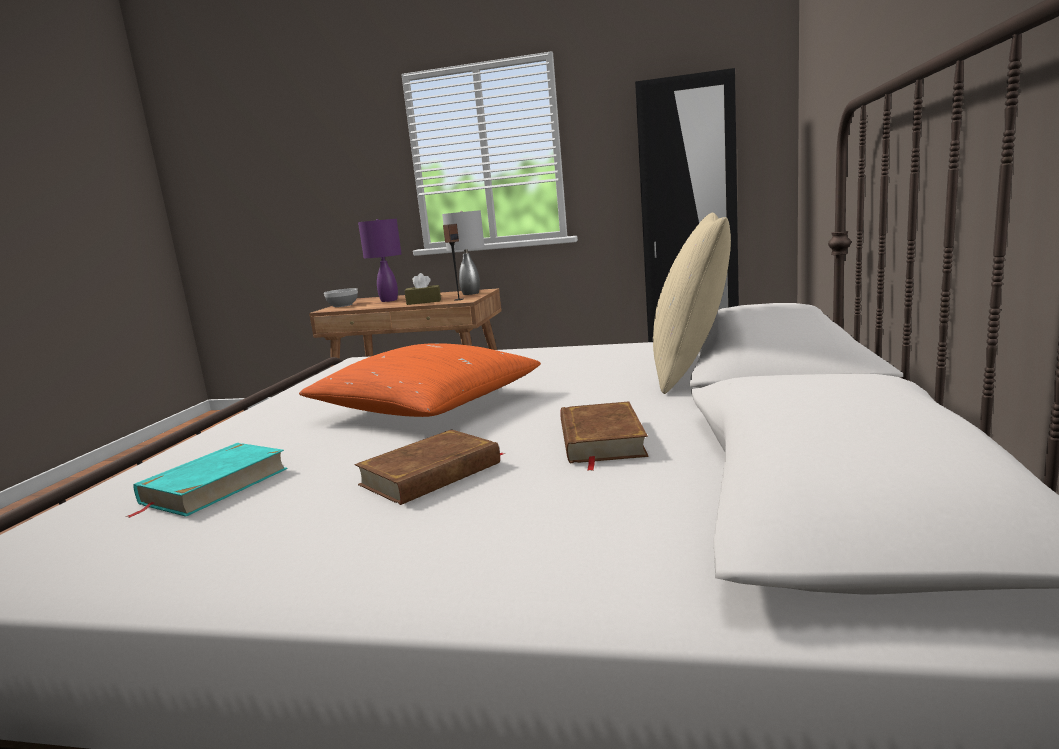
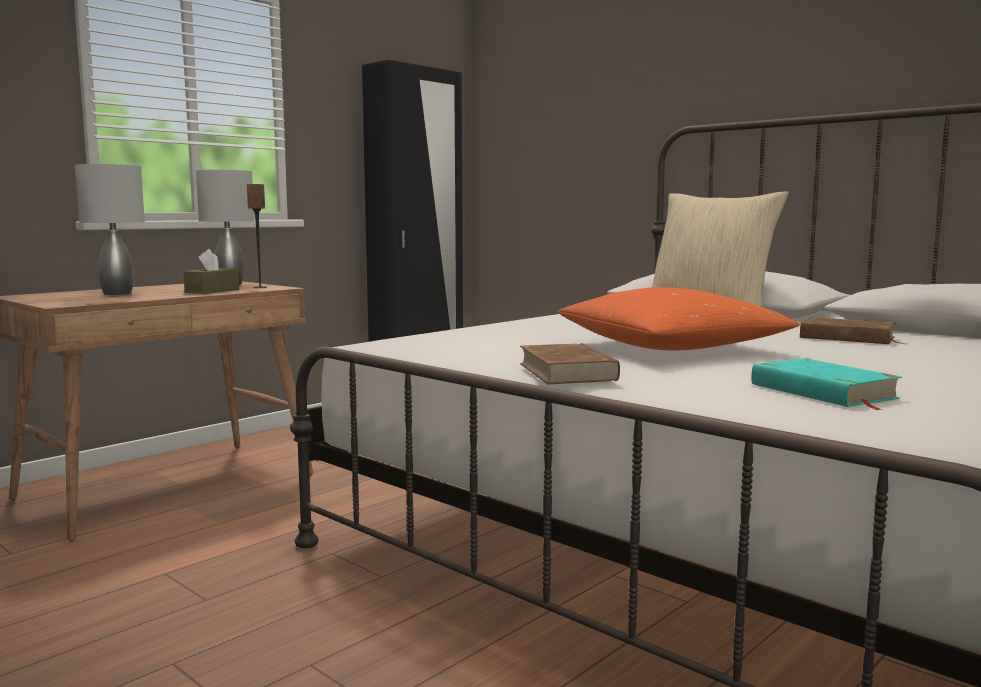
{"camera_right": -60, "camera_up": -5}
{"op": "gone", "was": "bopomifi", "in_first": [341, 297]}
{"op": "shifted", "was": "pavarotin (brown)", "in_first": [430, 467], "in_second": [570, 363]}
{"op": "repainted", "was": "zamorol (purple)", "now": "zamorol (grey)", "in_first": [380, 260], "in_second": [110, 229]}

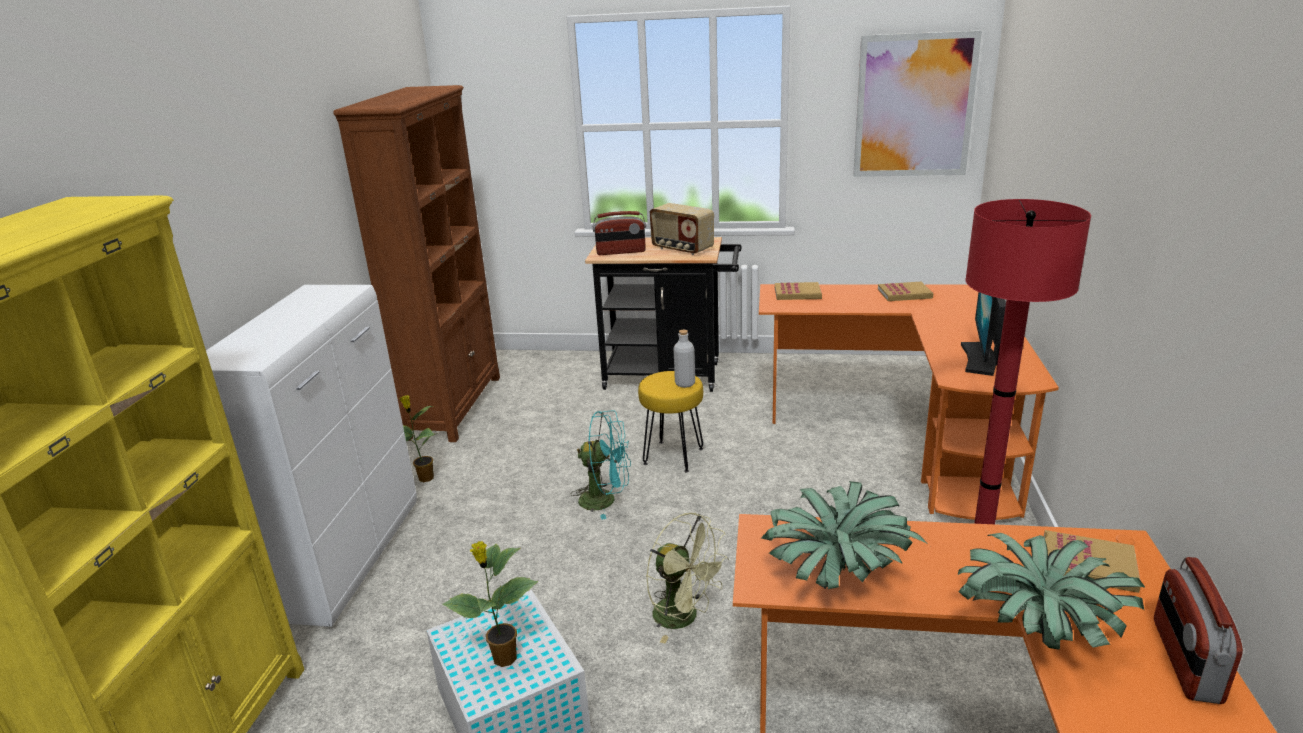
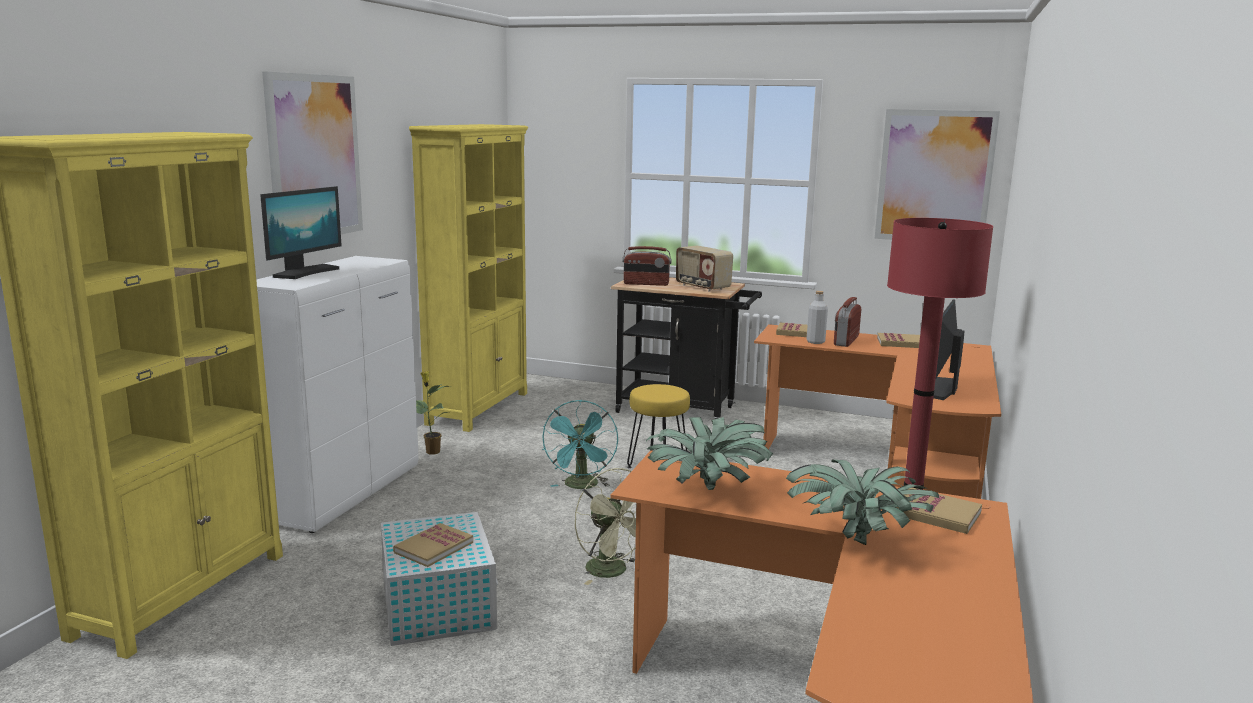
{"camera_right": 10, "camera_up": -10}
{"op": "repainted", "was": "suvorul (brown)", "now": "suvorul (yellow)", "in_first": [417, 263], "in_second": [468, 278]}
{"op": "swapped", "was": "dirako", "now": "pavarotin", "in_first": [490, 604], "in_second": [433, 545]}
{"op": "rotated", "was": "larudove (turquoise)", "in_first": [600, 465], "in_second": [580, 444], "clockwise": 75}
{"op": "shifted", "was": "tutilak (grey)", "in_first": [684, 359], "in_second": [817, 317]}
{"op": "shifted", "was": "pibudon", "in_first": [1198, 630], "in_second": [847, 322]}
{"op": "new", "now": "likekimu", "in_second": [301, 232]}
{"op": "new", "now": "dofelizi", "in_second": [312, 153]}

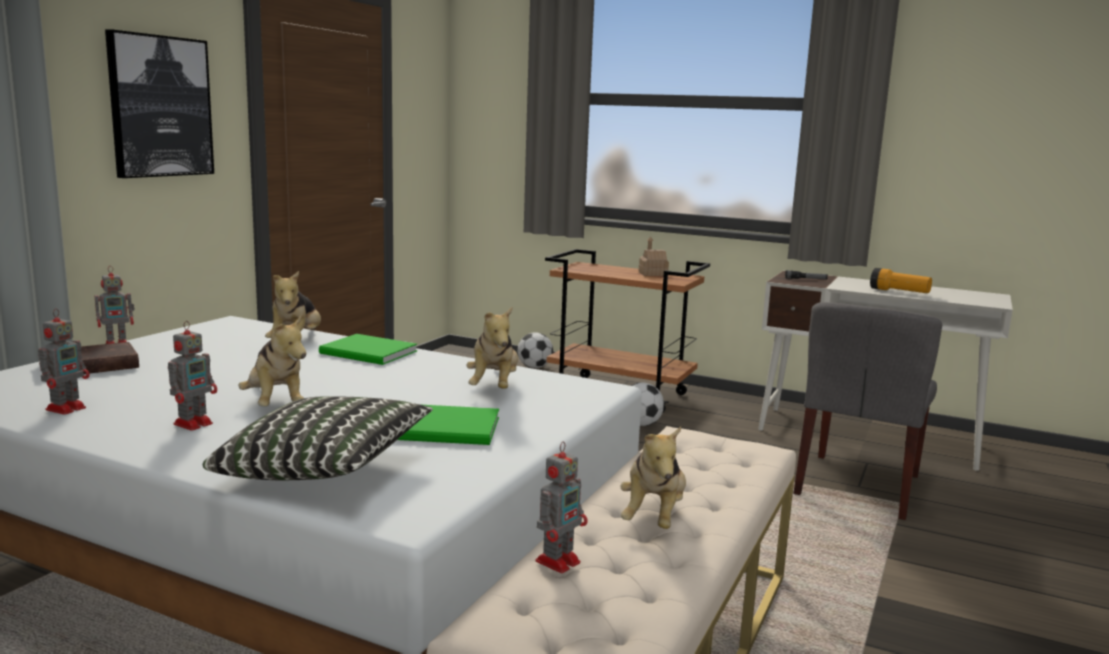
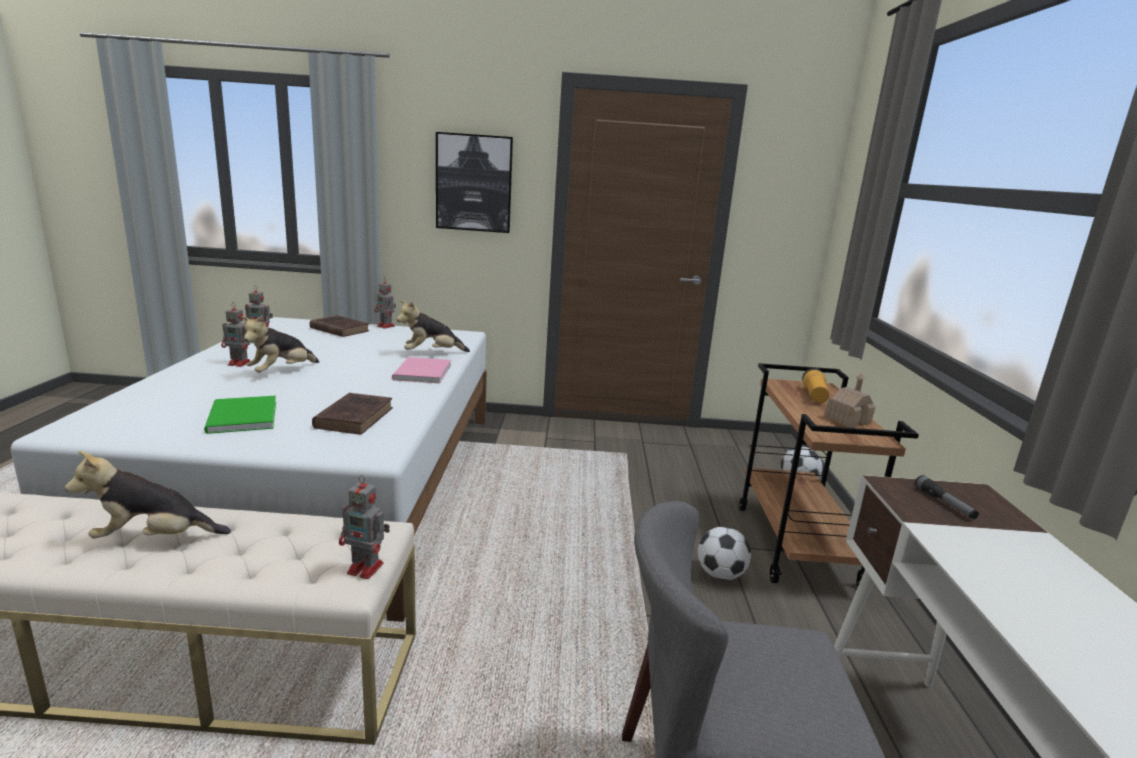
{"camera_right": 65, "camera_up": 5}
{"op": "gone", "was": "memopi", "in_first": [318, 438]}
{"op": "repainted", "was": "pavarotin (green)", "now": "pavarotin (pink)", "in_first": [368, 349], "in_second": [421, 370]}
{"op": "swapped", "was": "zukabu", "now": "pavarotin (brown)", "in_first": [492, 348], "in_second": [352, 414]}
{"op": "shifted", "was": "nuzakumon", "in_first": [561, 507], "in_second": [364, 527]}
{"op": "shifted", "was": "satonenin", "in_first": [901, 280], "in_second": [815, 385]}

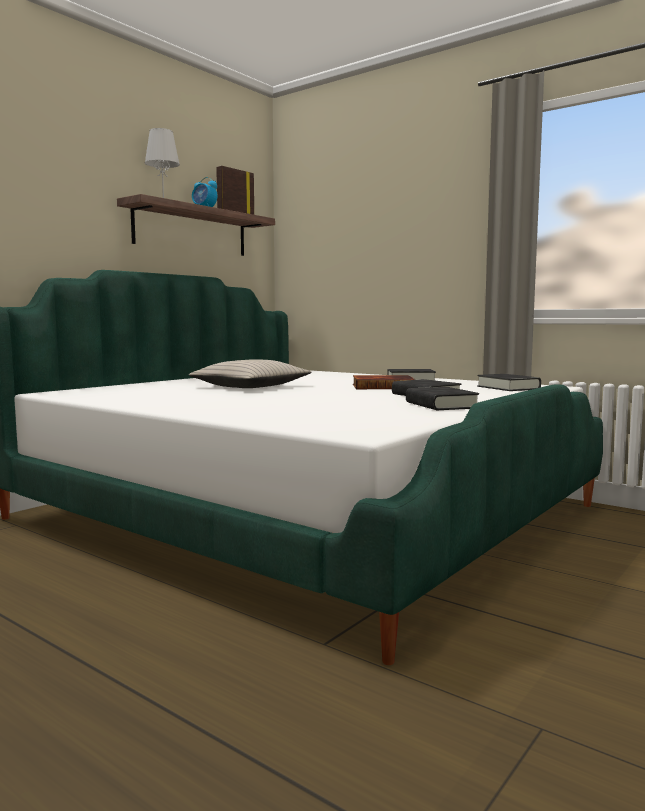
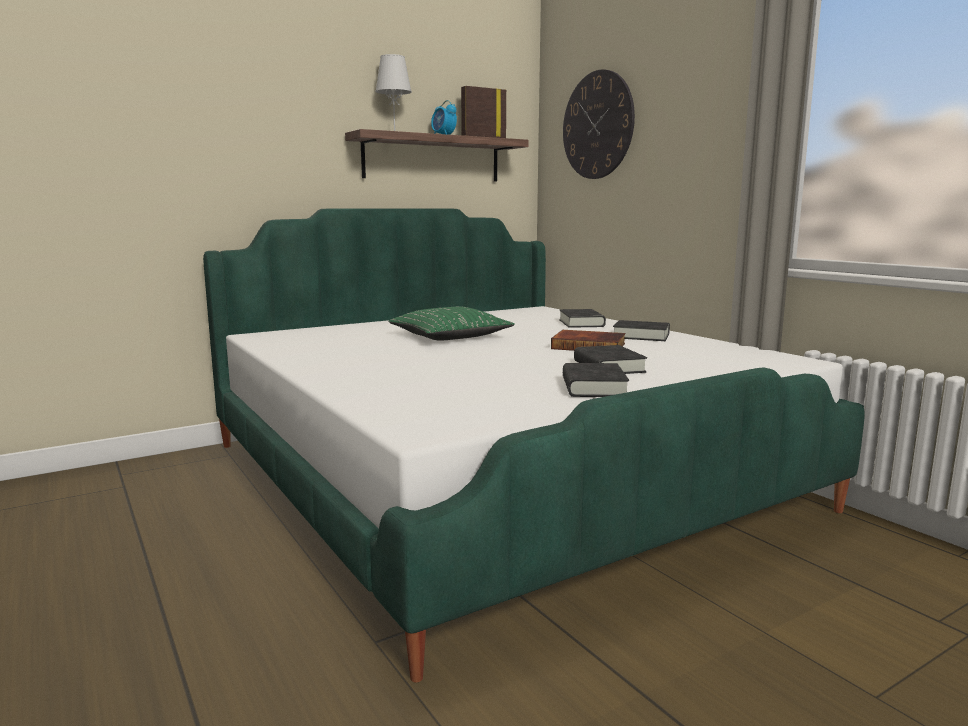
{"camera_right": 20, "camera_up": 5}
{"op": "repainted", "was": "memopi (beige)", "now": "memopi (green)", "in_first": [250, 373], "in_second": [452, 324]}
{"op": "shifted", "was": "pavarotin (black)", "in_first": [509, 382], "in_second": [582, 318]}
{"op": "new", "now": "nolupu", "in_second": [599, 124]}

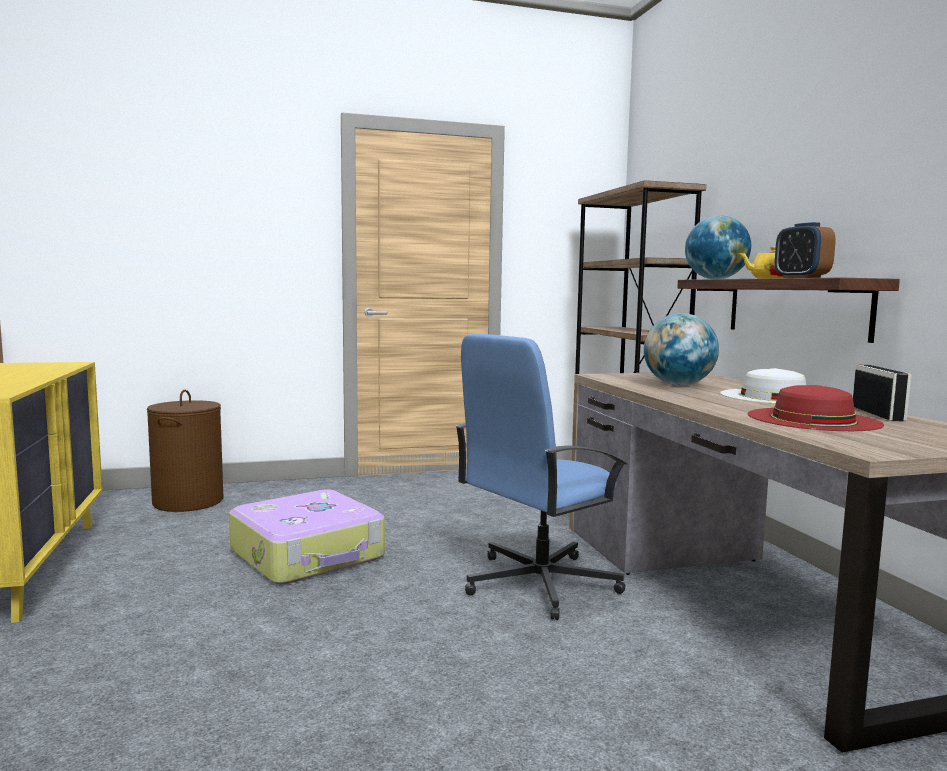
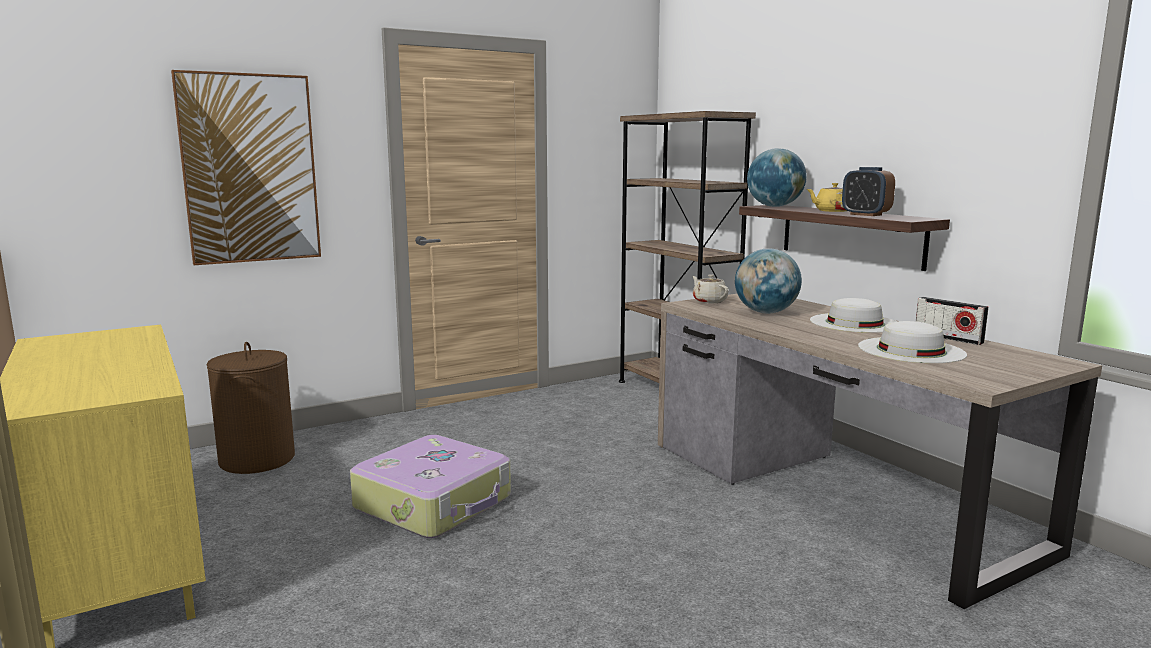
{"camera_right": -15, "camera_up": 5}
{"op": "gone", "was": "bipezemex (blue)", "in_first": [541, 476]}
{"op": "repainted", "was": "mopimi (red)", "now": "mopimi (white)", "in_first": [816, 408], "in_second": [912, 342]}
{"op": "rotated", "was": "pibudon", "in_first": [882, 392], "in_second": [952, 321], "clockwise": 150}
{"op": "new", "now": "dofelizi", "in_second": [246, 167]}
{"op": "new", "now": "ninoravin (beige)", "in_second": [710, 288]}

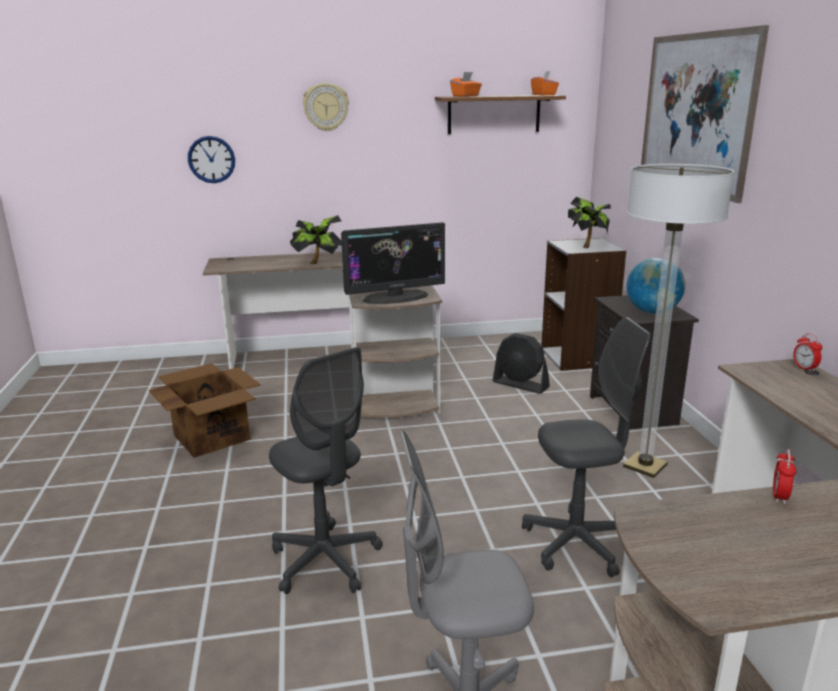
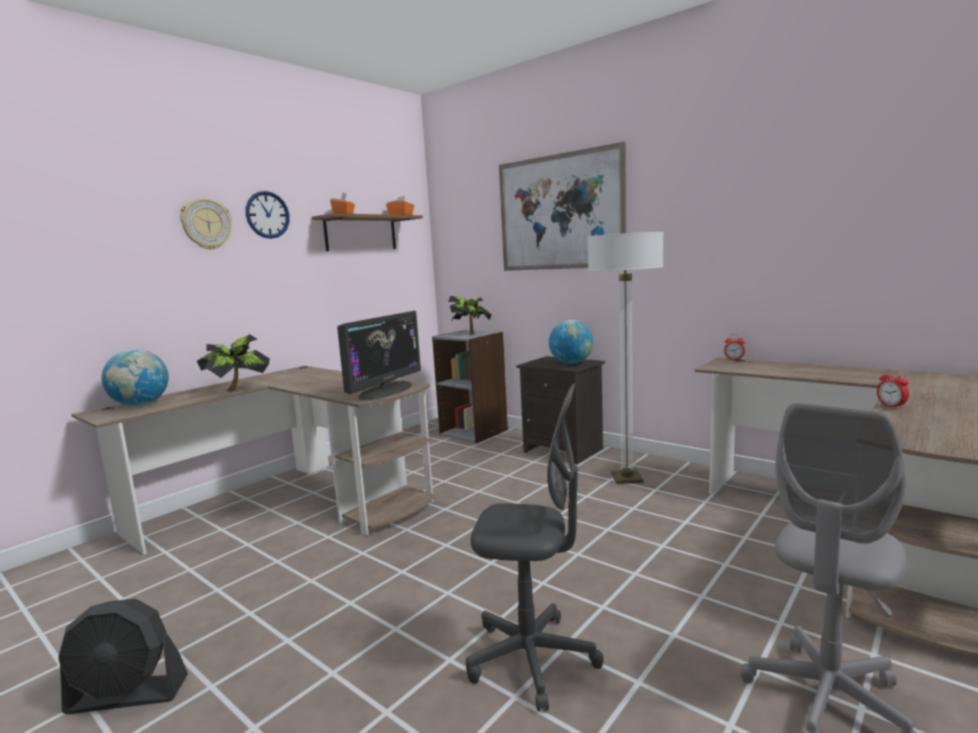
{"camera_right": -40, "camera_up": -10}
{"op": "gone", "was": "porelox", "in_first": [205, 410]}
{"op": "shifted", "was": "nolupu", "in_first": [211, 159], "in_second": [268, 215]}
{"op": "shifted", "was": "larudove (black)", "in_first": [521, 363], "in_second": [123, 656]}
{"op": "gone", "was": "bipezemex (grey)", "in_first": [586, 447]}
{"op": "new", "now": "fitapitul", "in_second": [135, 377]}

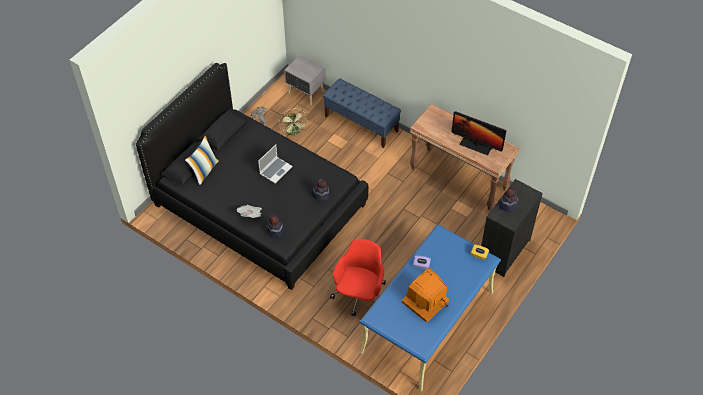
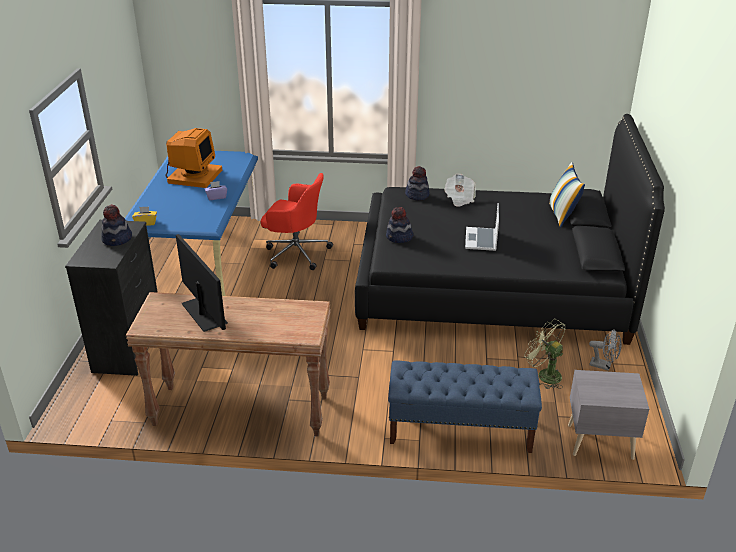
{"camera_right": 150, "camera_up": -20}
{"op": "rotated", "was": "bipezemex (red)", "in_first": [358, 277], "in_second": [297, 221], "clockwise": -60}
{"op": "rotated", "was": "likekimu", "in_first": [479, 133], "in_second": [202, 283], "clockwise": 60}

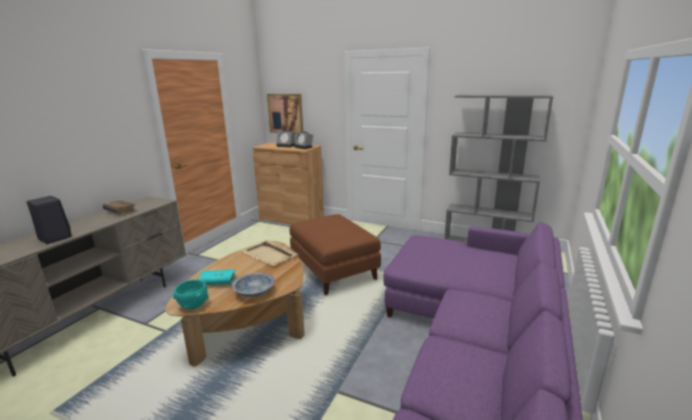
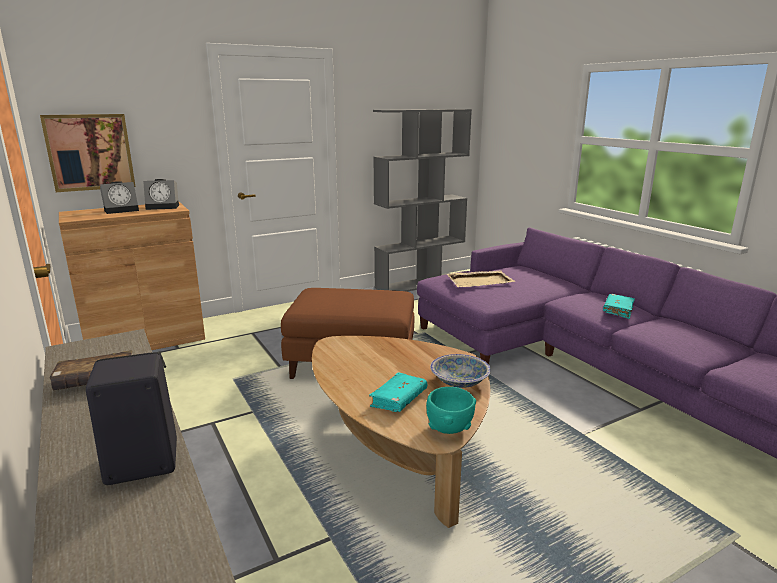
{"camera_right": -55, "camera_up": 0}
{"op": "shifted", "was": "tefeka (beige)", "in_first": [269, 253], "in_second": [481, 278]}
{"op": "new", "now": "pavarotin (turquoise)", "in_second": [619, 306]}

